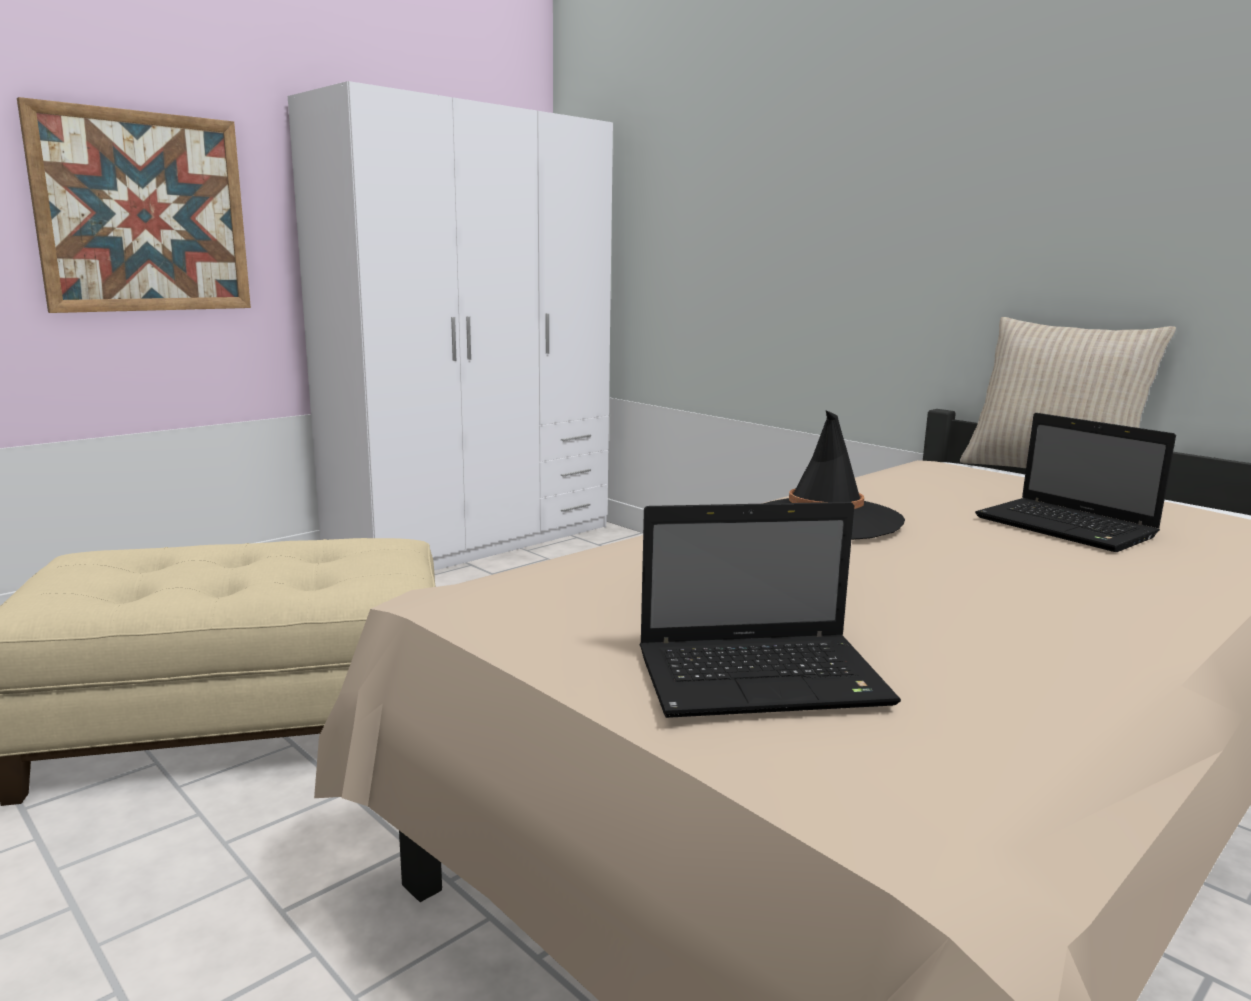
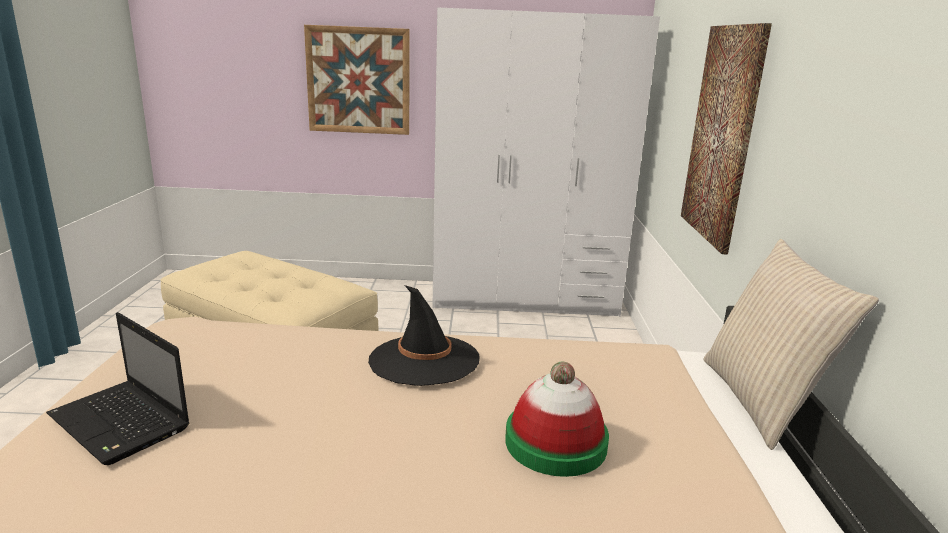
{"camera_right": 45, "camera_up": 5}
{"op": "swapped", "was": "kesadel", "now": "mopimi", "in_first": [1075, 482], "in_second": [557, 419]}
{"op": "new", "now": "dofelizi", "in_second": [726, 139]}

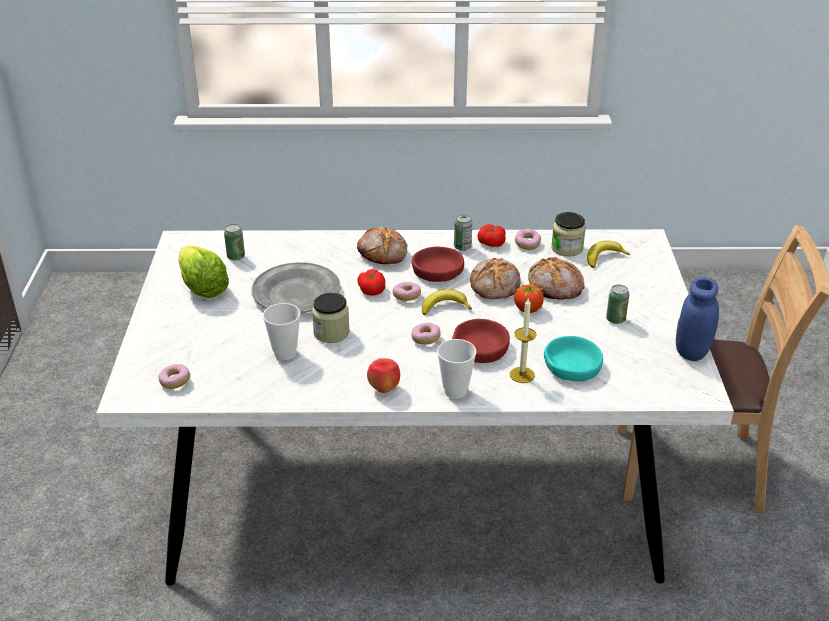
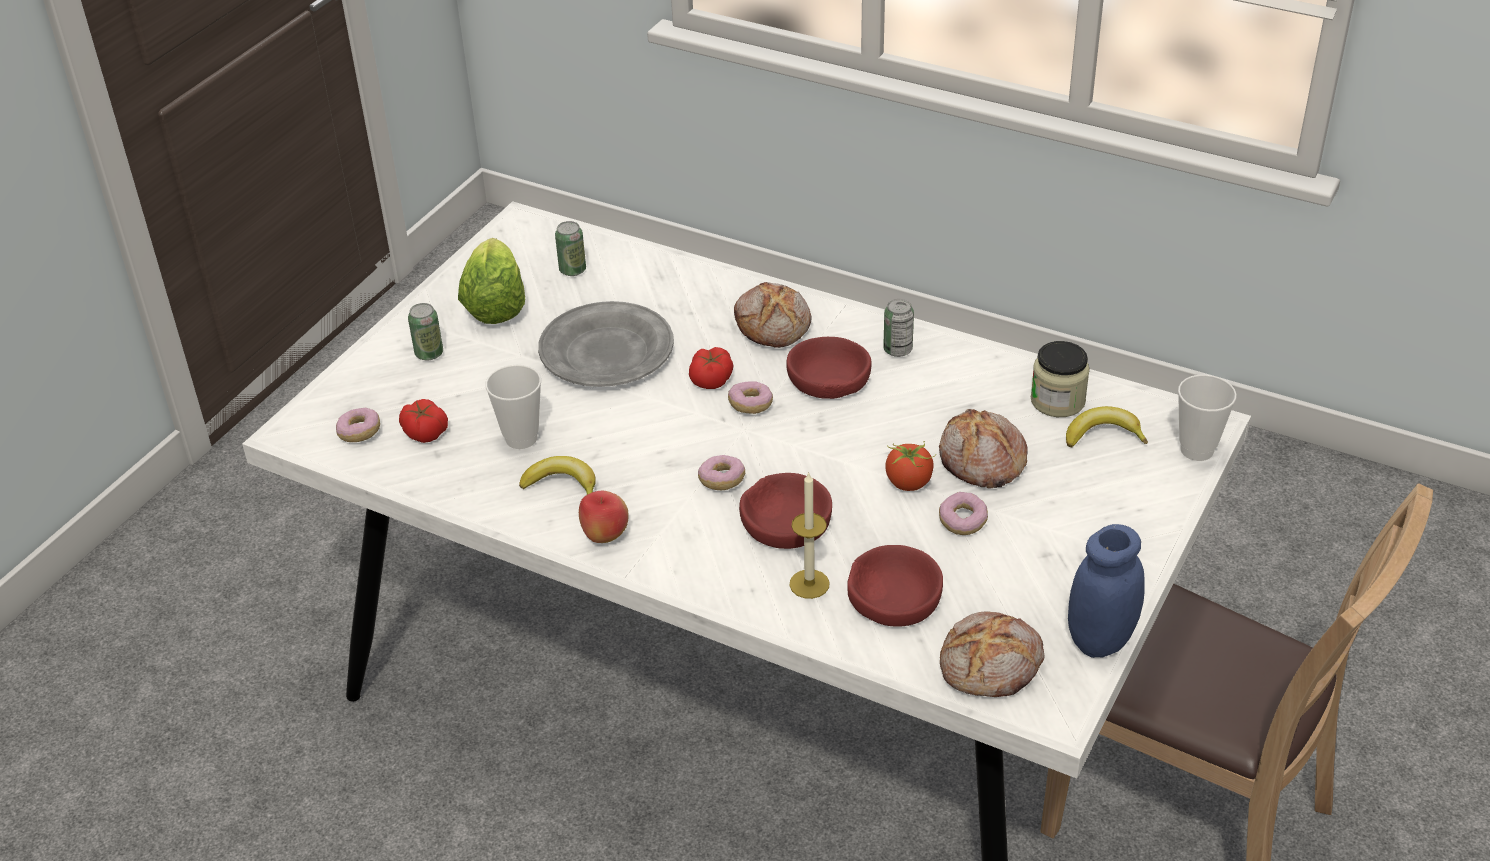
{"camera_right": 30, "camera_up": 5}
{"op": "gone", "was": "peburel", "in_first": [331, 318]}
{"op": "shifted", "was": "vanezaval", "in_first": [447, 302], "in_second": [557, 475]}
{"op": "shifted", "was": "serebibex", "in_first": [456, 369], "in_second": [1207, 417]}
{"op": "shifted", "was": "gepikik", "in_first": [495, 278], "in_second": [992, 654]}
{"op": "shifted", "was": "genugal", "in_first": [491, 235], "in_second": [423, 421]}
{"op": "shifted", "was": "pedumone", "in_first": [528, 239], "in_second": [963, 513]}
{"op": "repainted", "was": "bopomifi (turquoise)", "now": "bopomifi (red)", "in_first": [573, 358], "in_second": [895, 586]}
{"op": "shifted", "was": "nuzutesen", "in_first": [617, 304], "in_second": [425, 331]}

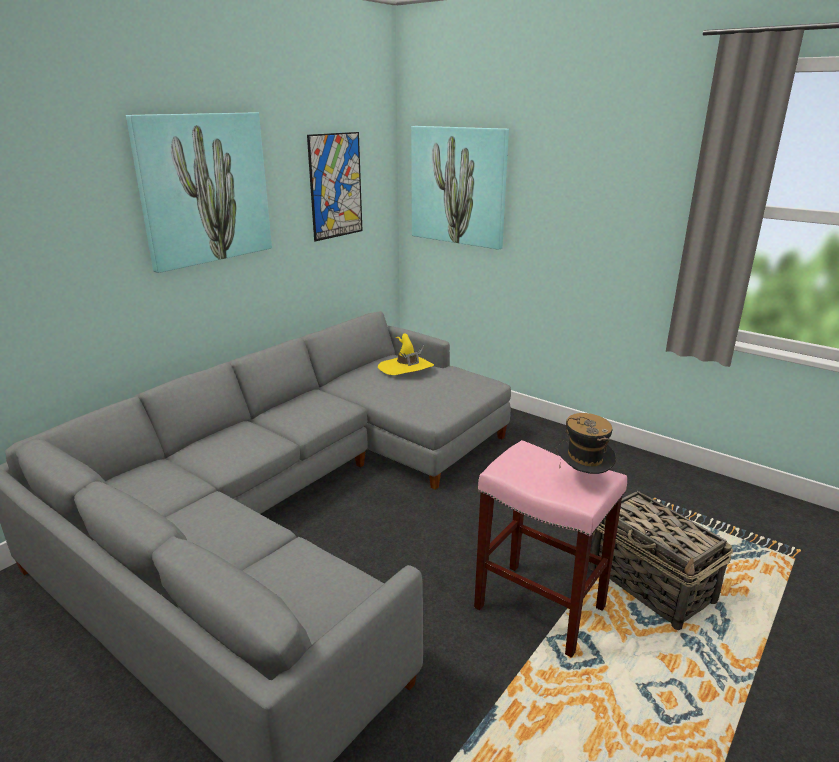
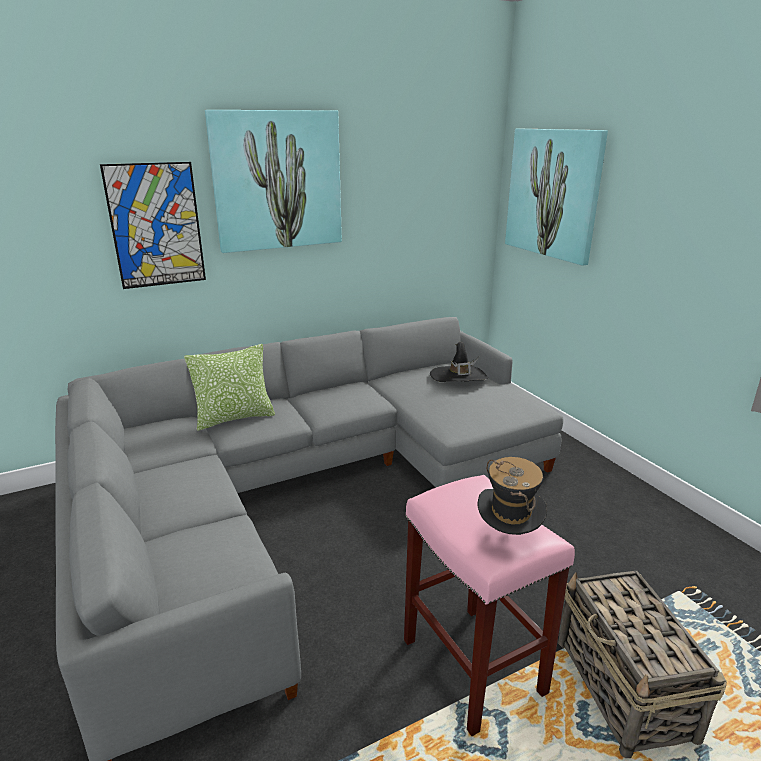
{"camera_right": 25, "camera_up": 0}
{"op": "shifted", "was": "dofelizi", "in_first": [335, 187], "in_second": [153, 225]}
{"op": "repainted", "was": "mopimi (yellow)", "now": "mopimi (black)", "in_first": [406, 354], "in_second": [459, 362]}
{"op": "new", "now": "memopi", "in_second": [229, 387]}

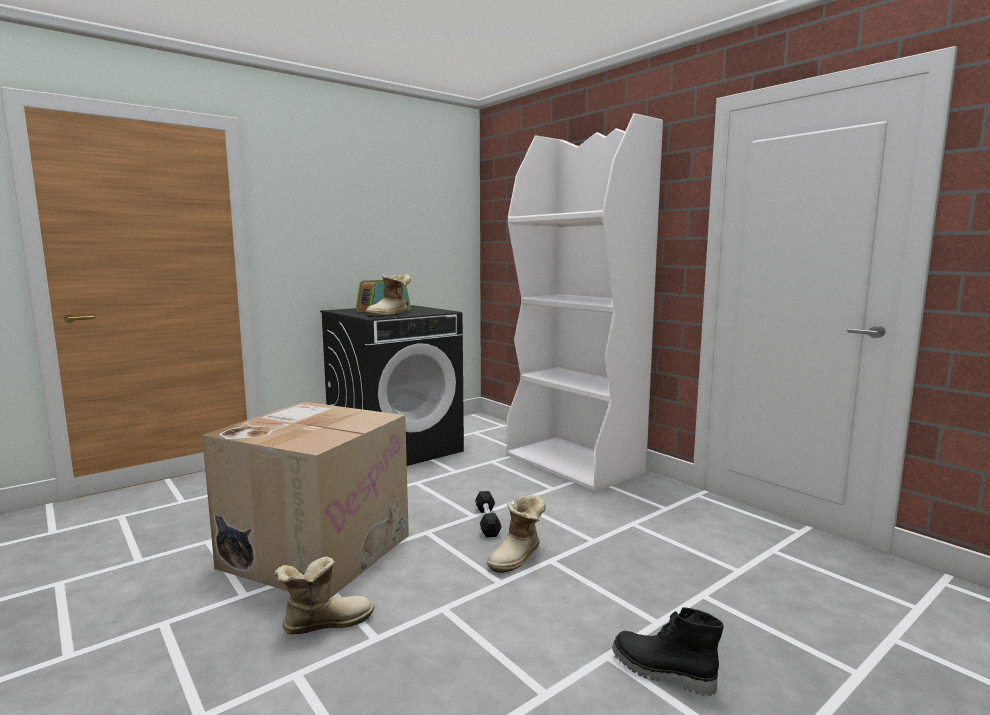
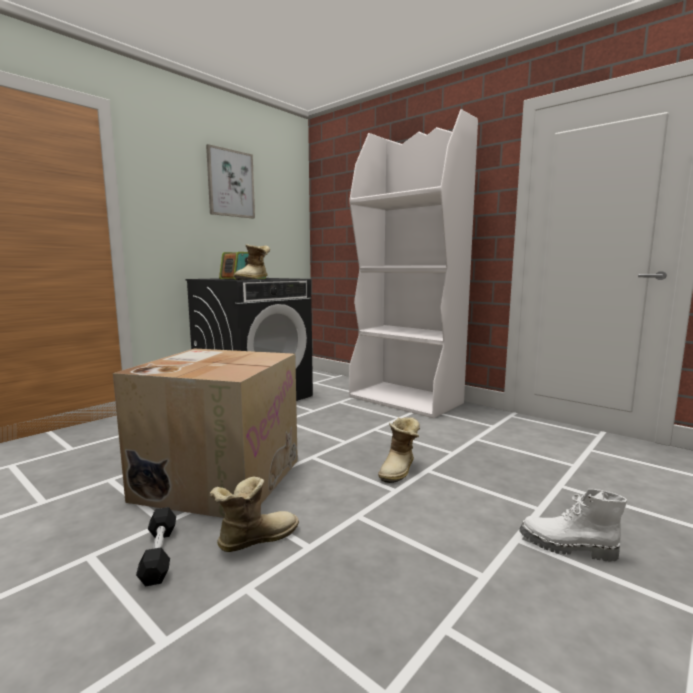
{"camera_right": -10, "camera_up": 0}
{"op": "shifted", "was": "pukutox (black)", "in_first": [488, 514], "in_second": [156, 547]}
{"op": "repainted", "was": "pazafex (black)", "now": "pazafex (white)", "in_first": [668, 651], "in_second": [573, 525]}
{"op": "new", "now": "dofelizi", "in_second": [230, 181]}

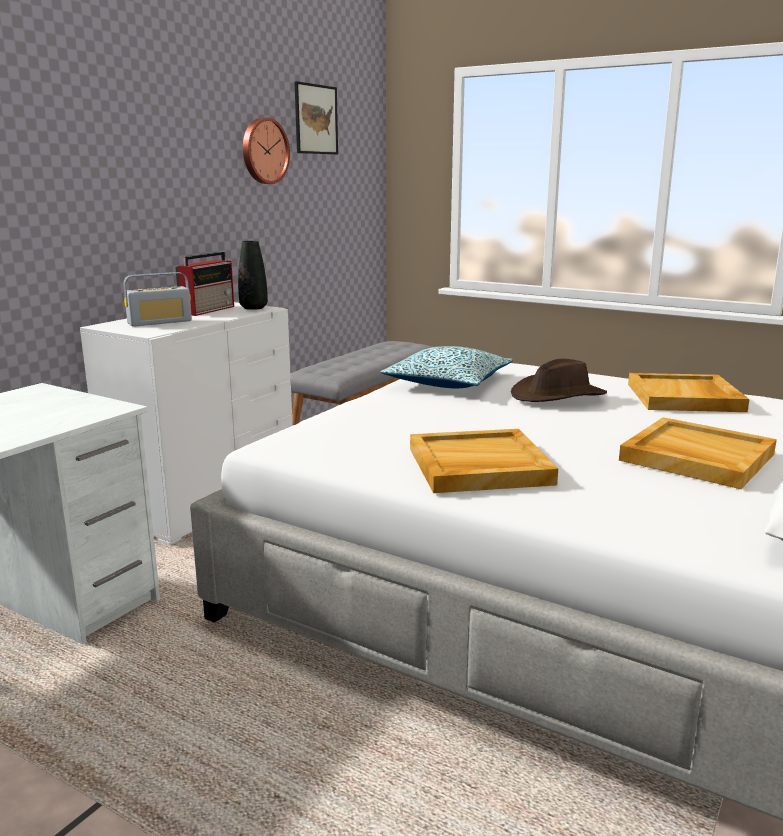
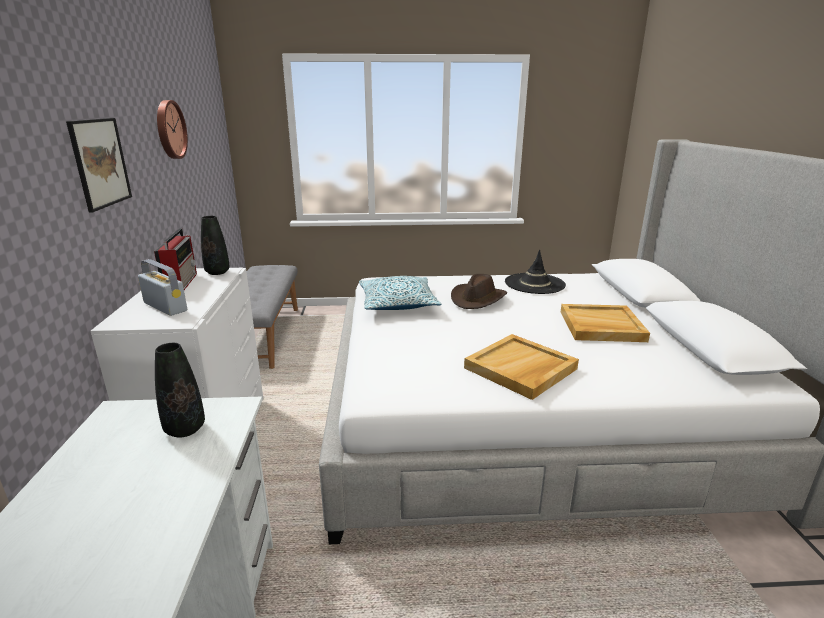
{"camera_right": -35, "camera_up": 5}
{"op": "rotated", "was": "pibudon", "in_first": [157, 299], "in_second": [162, 287], "clockwise": -75}
{"op": "shifted", "was": "dofelizi", "in_first": [316, 117], "in_second": [99, 165]}
{"op": "swapped", "was": "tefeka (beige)", "now": "mopimi (black)", "in_first": [688, 392], "in_second": [535, 271]}
{"op": "new", "now": "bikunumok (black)", "in_second": [180, 390]}

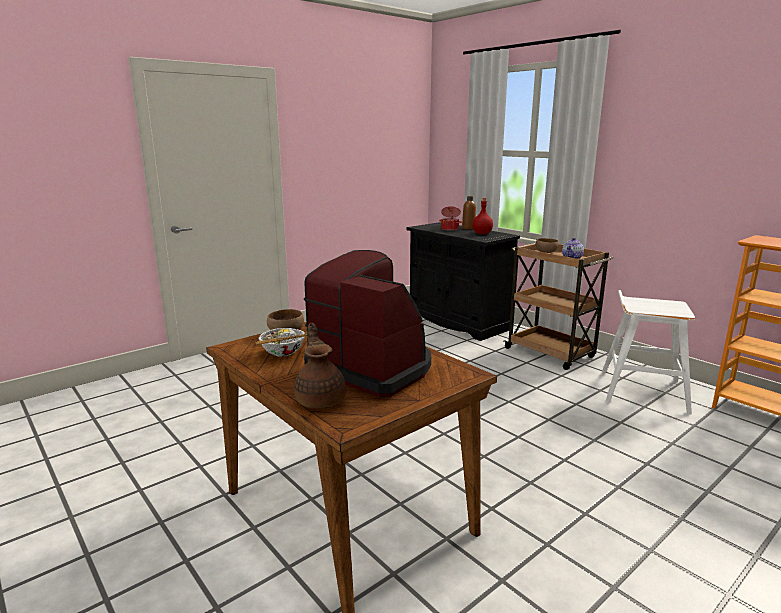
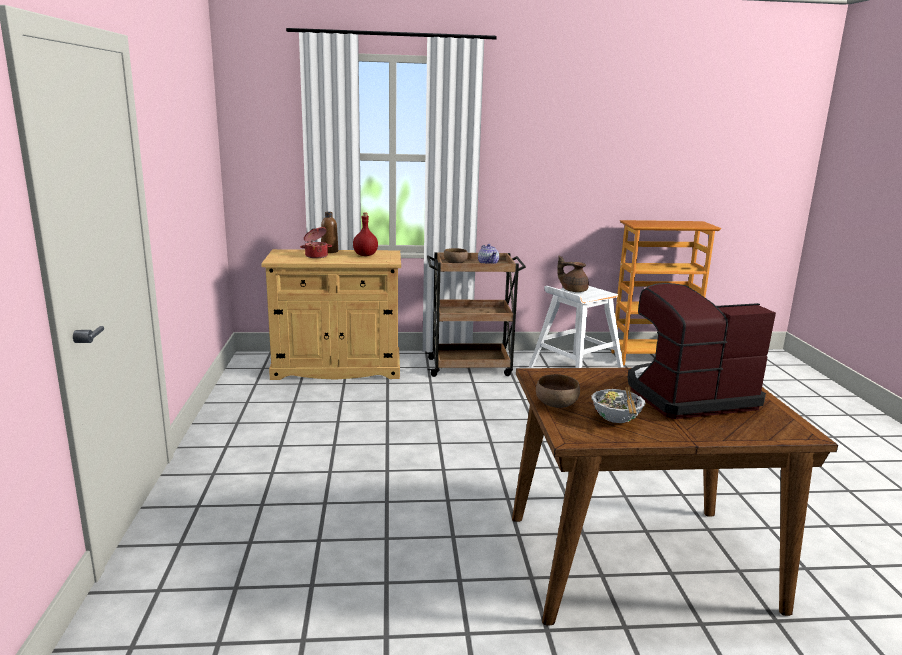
{"camera_right": -55, "camera_up": 0}
{"op": "shifted", "was": "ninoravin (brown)", "in_first": [320, 365], "in_second": [573, 274]}
{"op": "repainted", "was": "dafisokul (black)", "now": "dafisokul (beige)", "in_first": [463, 281], "in_second": [331, 314]}

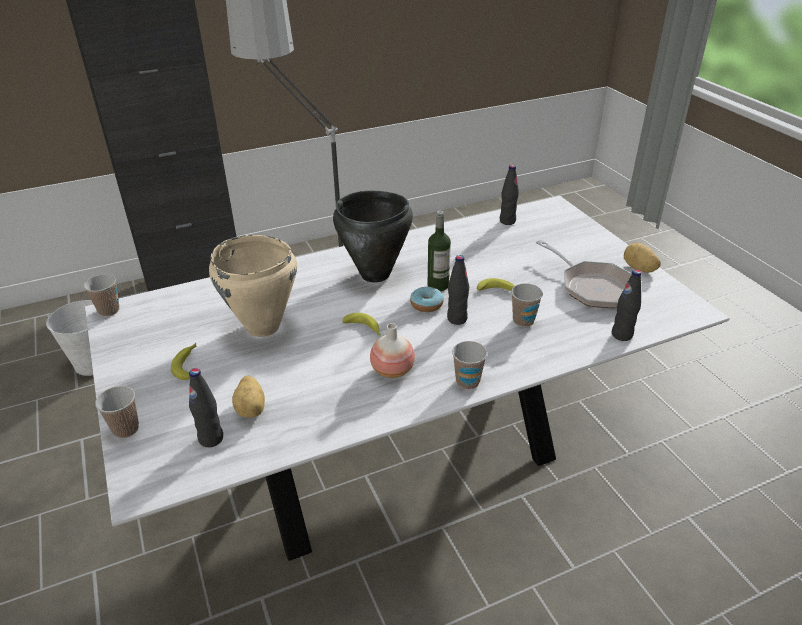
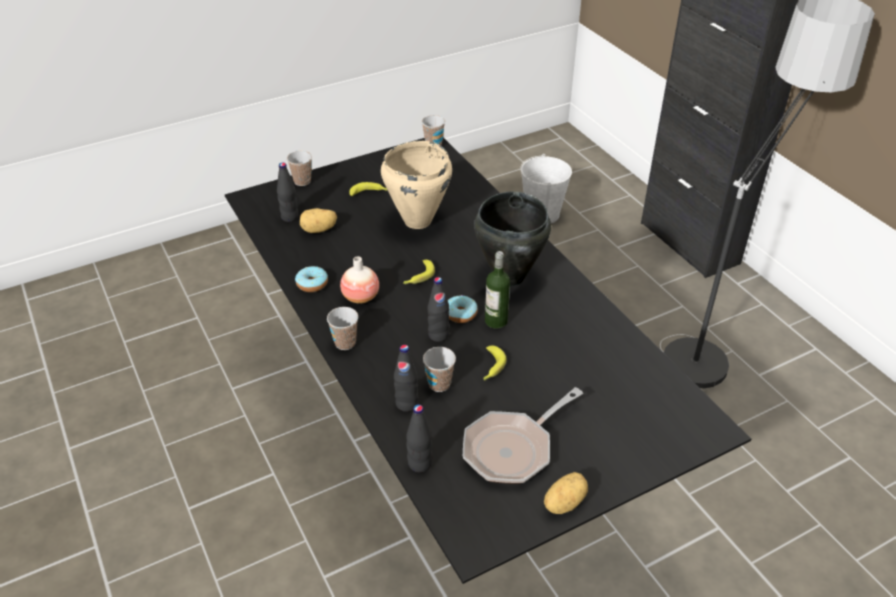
{"camera_right": 85, "camera_up": 5}
{"op": "repainted", "was": "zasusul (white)", "now": "zasusul (black)", "in_first": [407, 378], "in_second": [488, 361]}
{"op": "shifted", "was": "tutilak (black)", "in_first": [509, 195], "in_second": [406, 378]}
{"op": "new", "now": "pedumone", "in_second": [311, 279]}

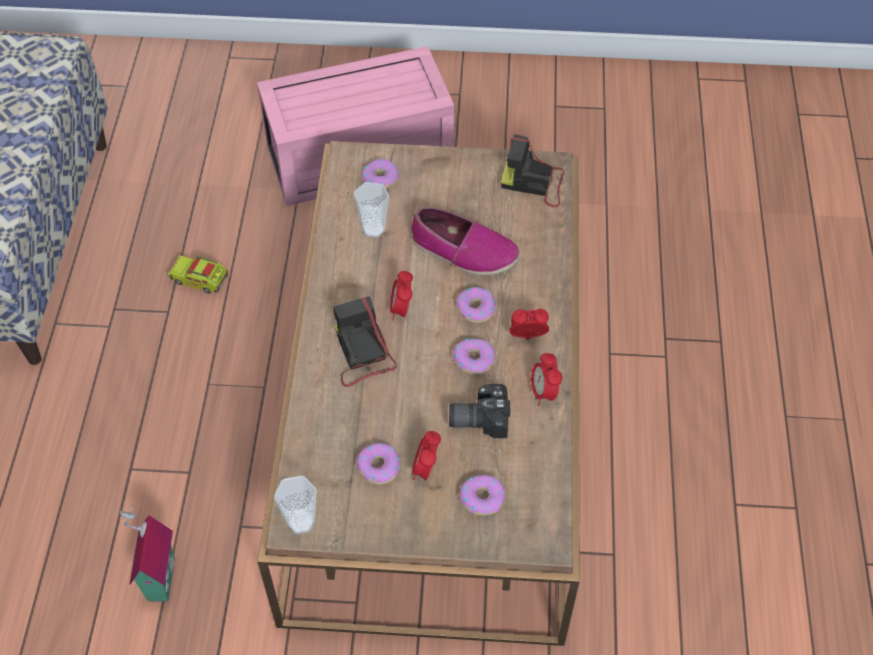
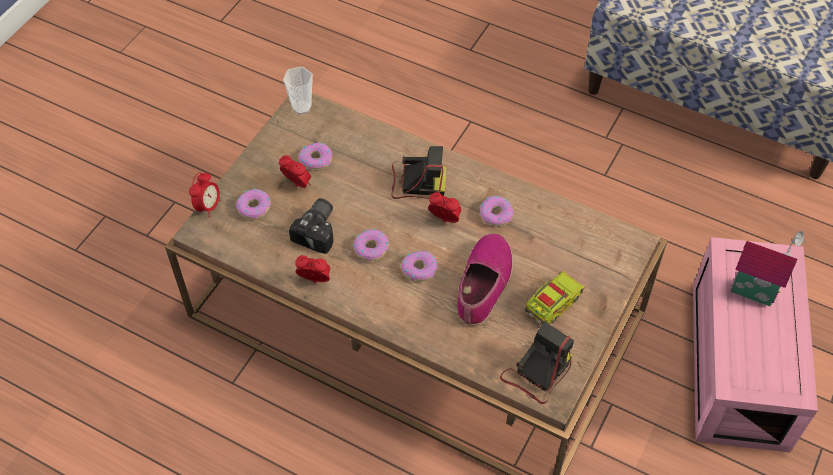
{"camera_right": 115, "camera_up": 0}
{"op": "shifted", "was": "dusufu", "in_first": [147, 553], "in_second": [768, 268]}
{"op": "shifted", "was": "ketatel", "in_first": [197, 274], "in_second": [555, 297]}
{"op": "gone", "was": "serebibex", "in_first": [371, 210]}
{"op": "shifted", "was": "pedumone", "in_first": [380, 174], "in_second": [497, 211]}
{"op": "rotated", "was": "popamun", "in_first": [466, 241], "in_second": [485, 280], "clockwise": 150}
{"op": "shifted", "was": "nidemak", "in_first": [529, 324], "in_second": [205, 194]}

